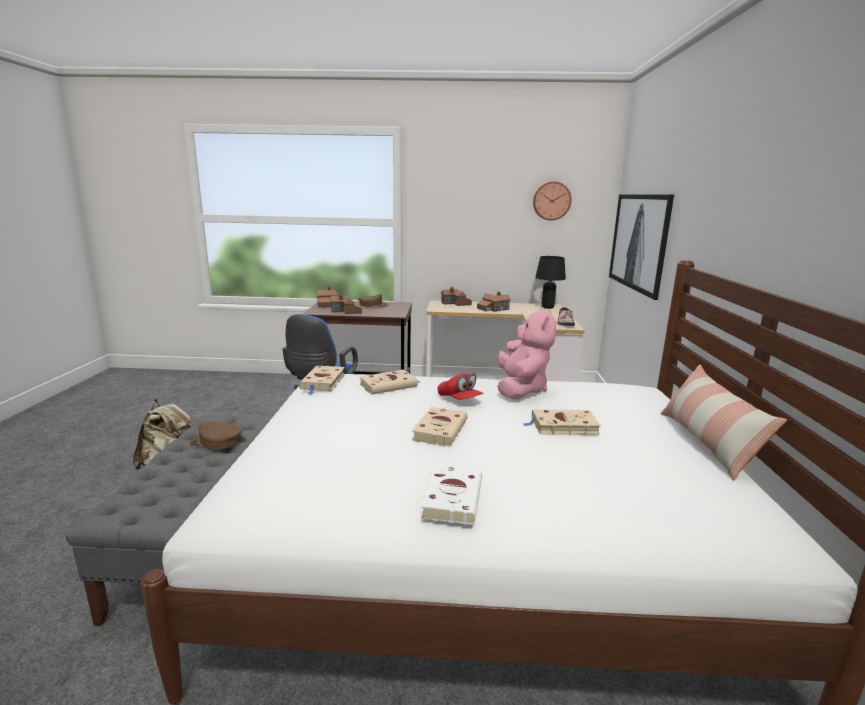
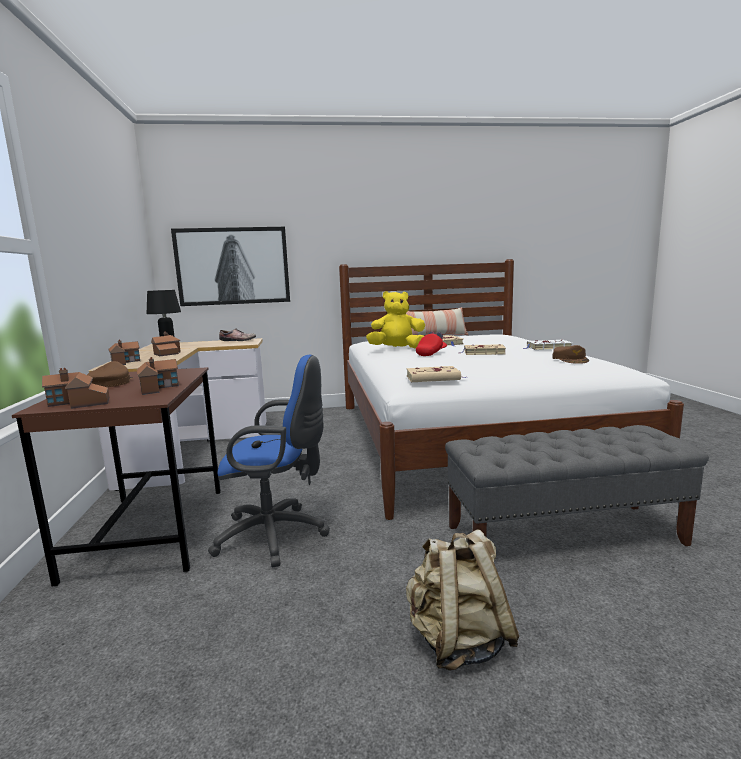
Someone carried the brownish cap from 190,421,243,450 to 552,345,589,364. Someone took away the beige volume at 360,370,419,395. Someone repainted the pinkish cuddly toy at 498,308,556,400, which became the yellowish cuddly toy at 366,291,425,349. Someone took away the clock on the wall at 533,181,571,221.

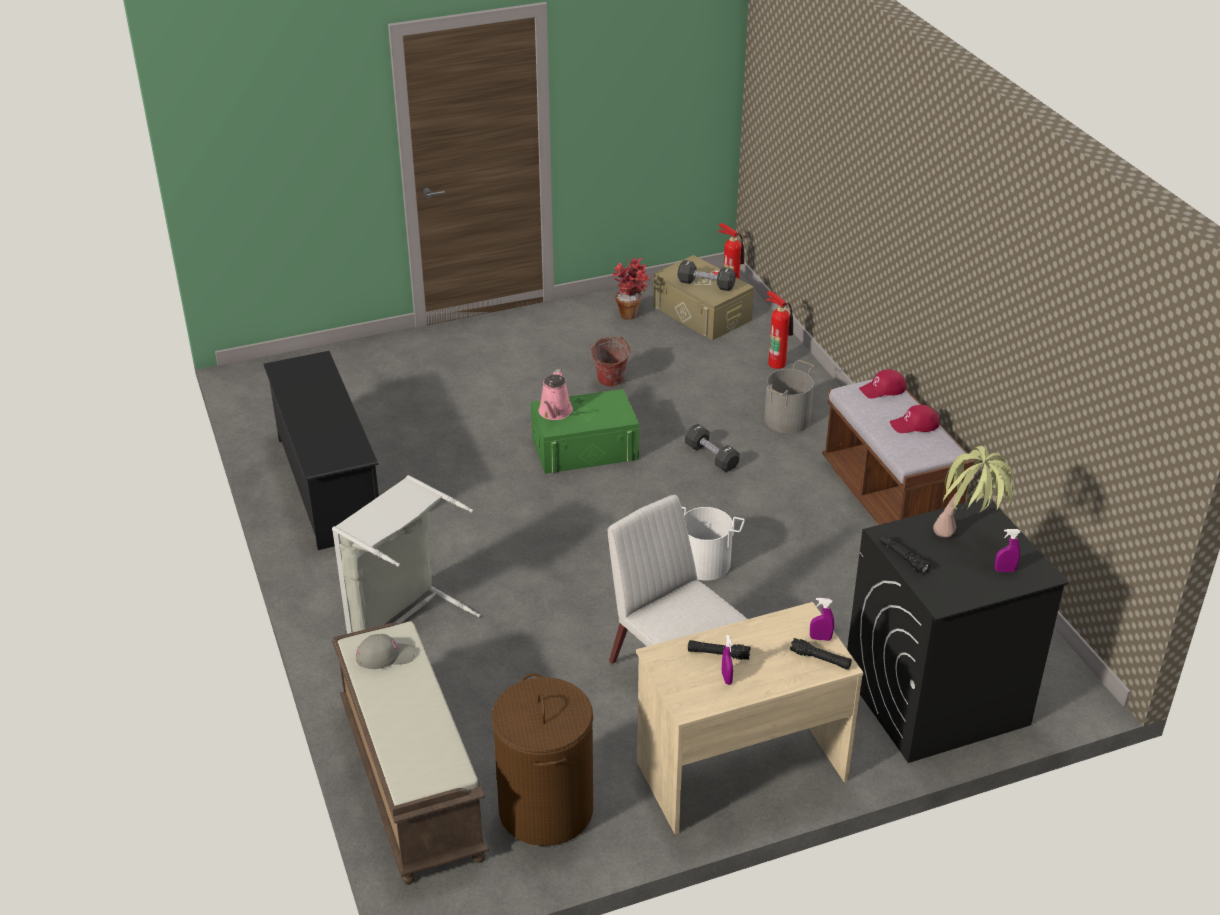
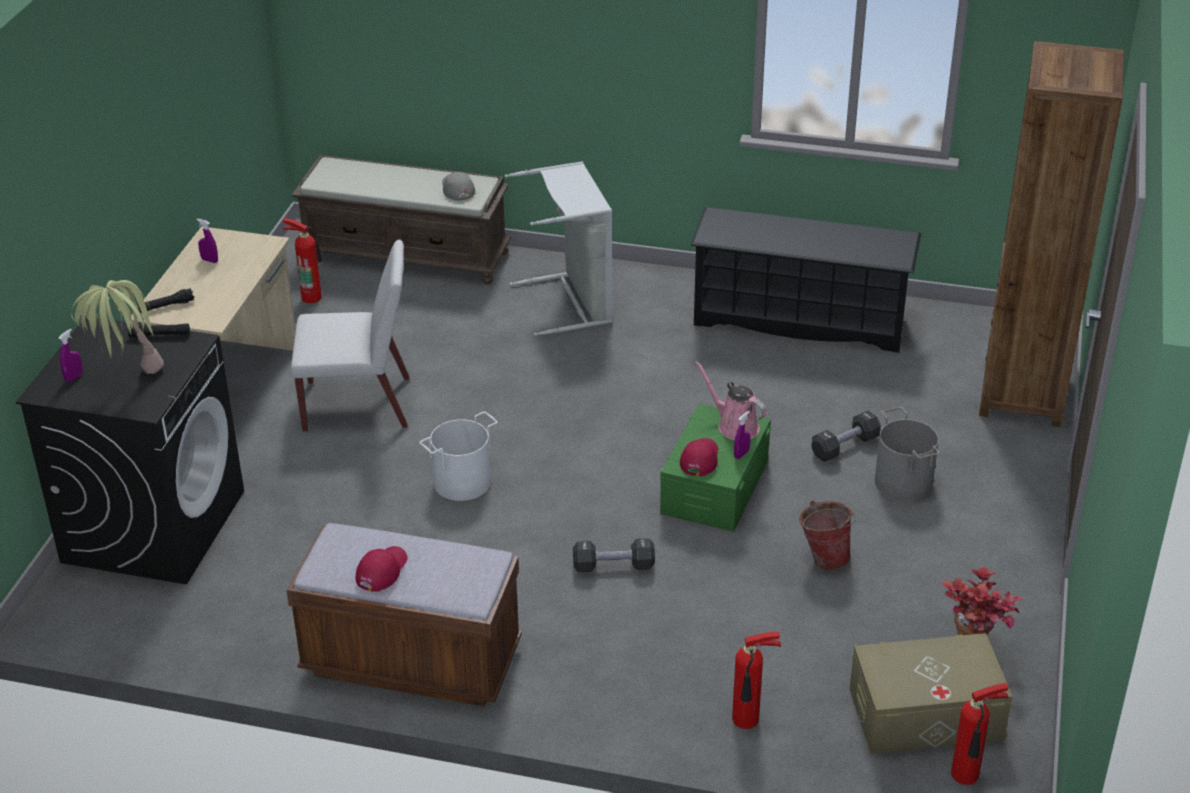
Someone rotated the gray cap at 356,634,416,669 by 135 degrees clockwise. Someone swapped the brownish washing basket at 492,673,593,846 for the extinguisher at 283,218,322,303. Someone carried the blackish free weight from 678,260,736,291 to 811,411,881,462. Someone took away the blackish hand torch at 688,640,751,660. Someone carried the gray water bucket from 764,360,814,433 to 875,407,939,501. Someone carried the purplish sprayer from 810,598,834,641 to 734,411,750,459. Someone carried the reddish cap from 859,369,907,398 to 680,438,718,476. Someone put down the brownish shelving unit at 979,41,1124,427.

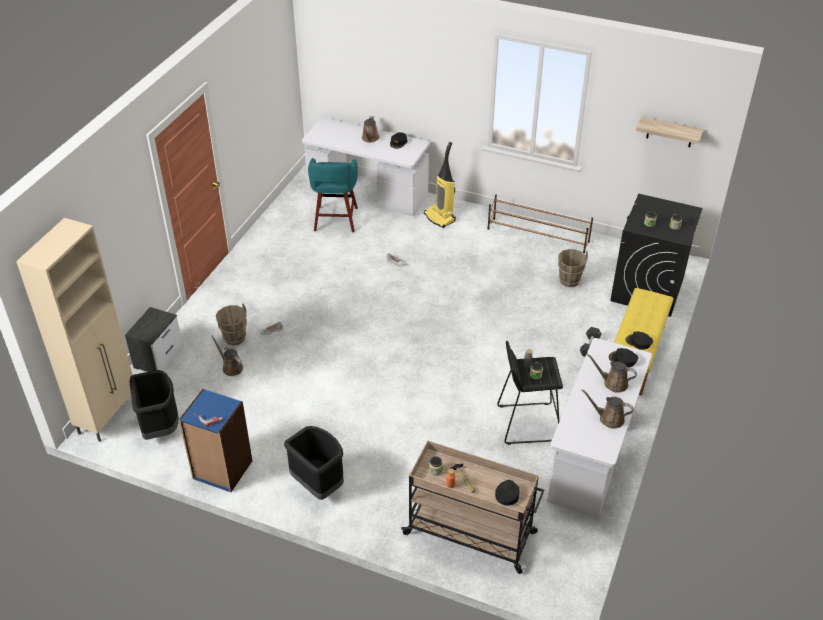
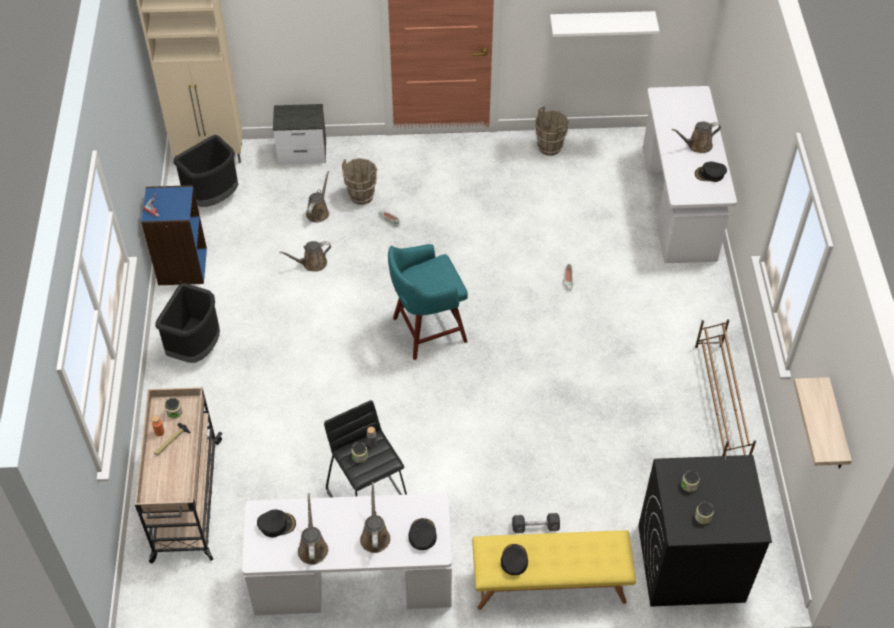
Someone carried the turquoise stool seat from 308,158,358,232 to 388,244,468,360. Someone took away the vacuum at 424,142,456,228. Someone carried the blackish cap from 495,480,520,505 to 257,509,296,538. Someone carried the brownish water bucket from 558,249,588,287 to 535,106,569,156. Someone put down the brownish watering can at 279,241,331,272. Someone put up the white-coloured bracket shelf at 550,11,659,37.

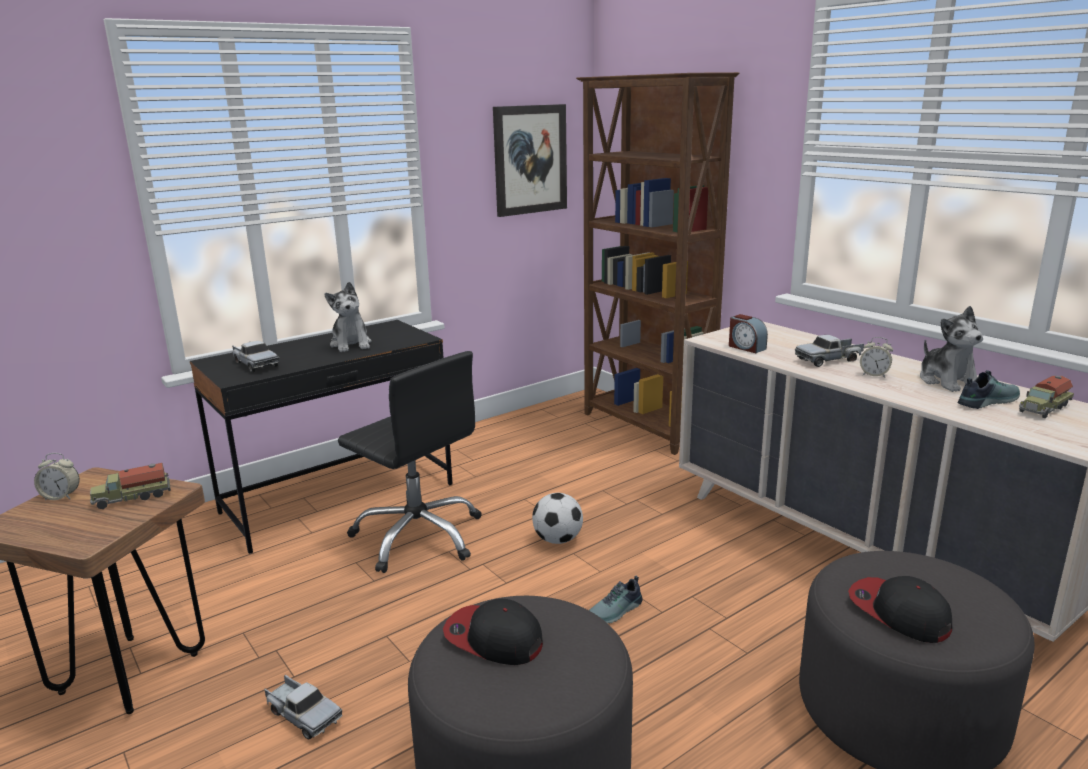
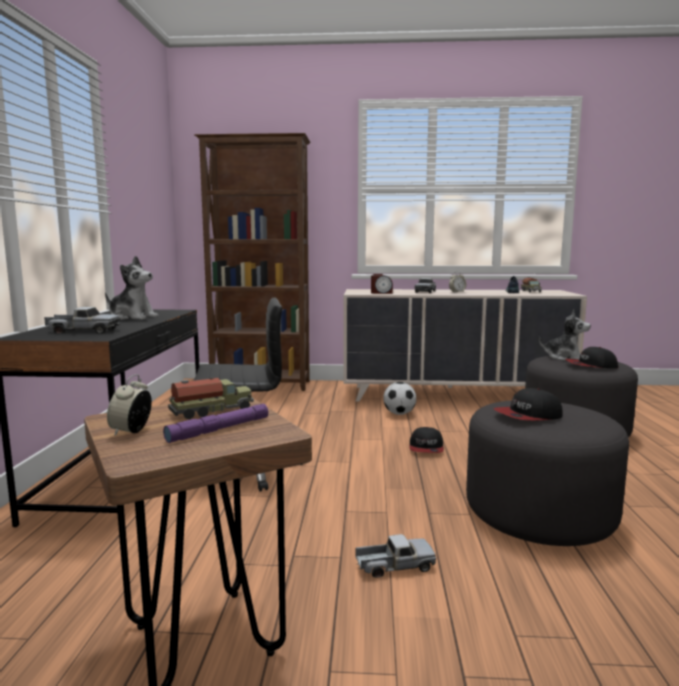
Someone rotated the table clock at 34,453,79,500 by 150 degrees clockwise. Someone rotated the toy truck at 90,463,171,509 by 135 degrees counterclockwise. Someone took away the wall art at 493,104,567,217. Someone carried the ball for football from 532,493,583,544 to 384,382,416,415. Someone swapped the shoe at 589,576,643,623 for the cap at 409,427,444,453. Someone carried the cuddly toy from 920,306,983,392 to 539,310,591,361. Someone put down the purplish hand torch at 163,404,268,443.

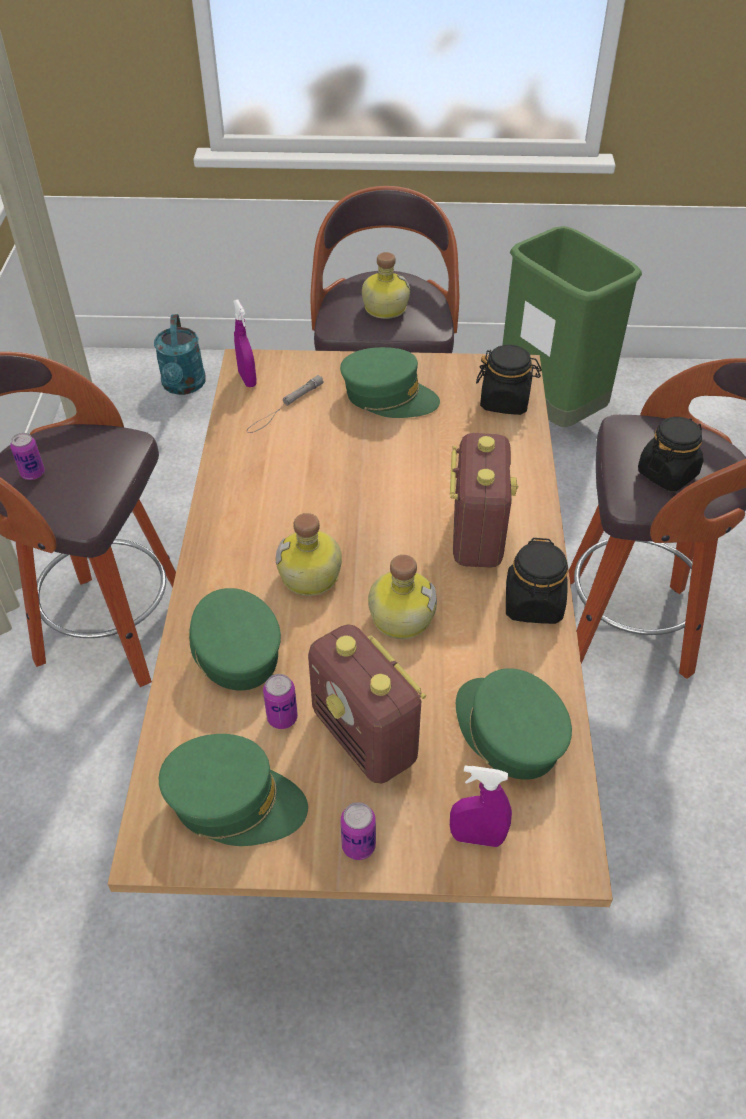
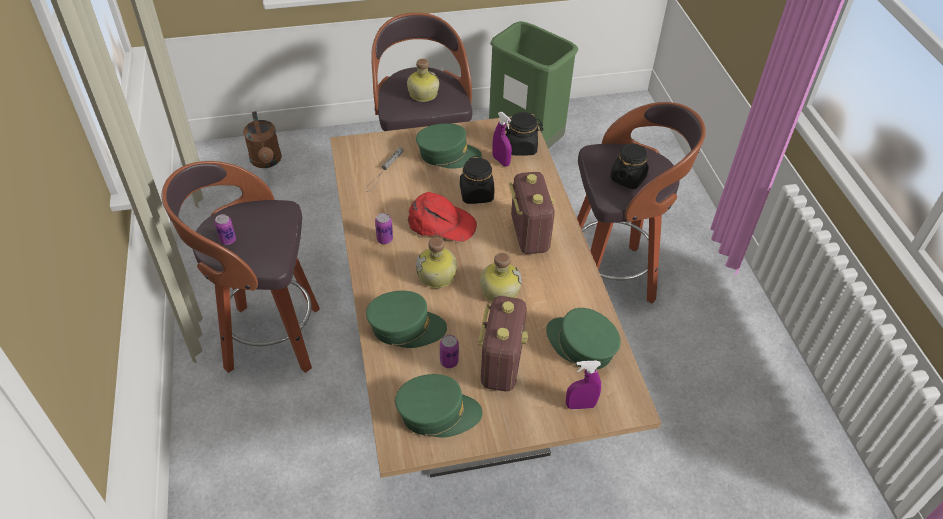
Someone repainted the turquoise watering can at 154,314,206,395, which became the brownish watering can at 243,111,282,168. Someone rotated the green-coloured cap at 189,588,281,690 by 135 degrees clockwise. Someone carried the purplish sprayer from 233,300,257,387 to 492,112,512,166. Someone rotated the radio receiver at 308,625,426,784 by 120 degrees counterclockwise. Someone carried the can from 341,802,376,860 to 375,213,393,244. Someone carried the blackish preserve jar from 506,538,568,624 to 460,156,494,204. Someone put down the reddish cap at 408,192,477,242.

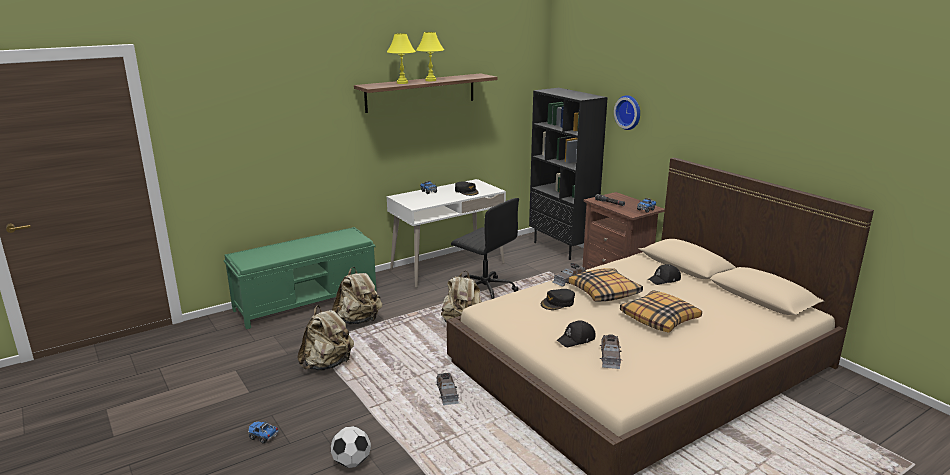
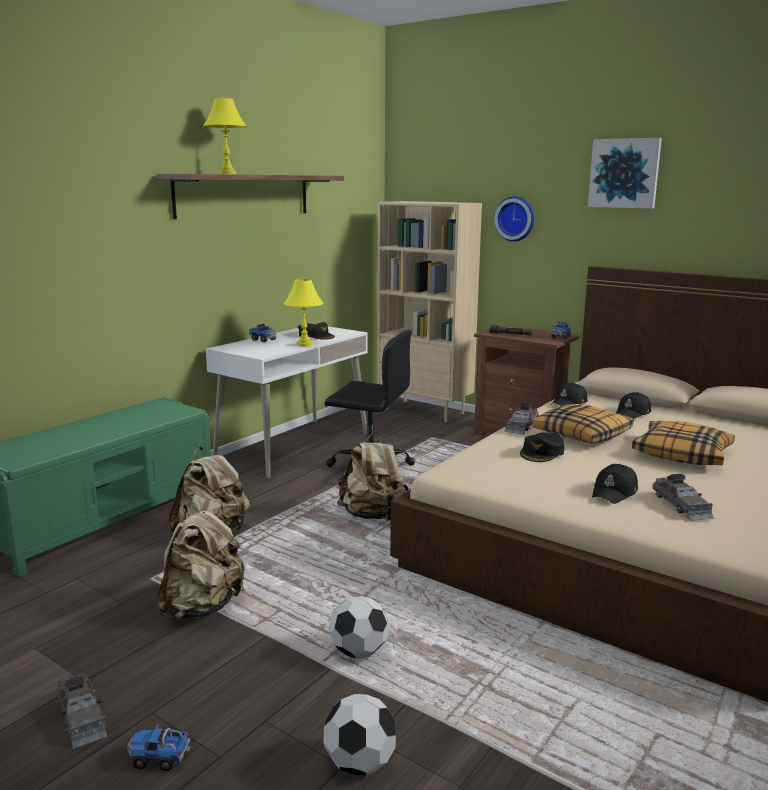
Someone carried the yellowish tabletop lamp from 416,32,444,81 to 284,279,324,347. Someone carried the gray toy car from 435,373,459,405 to 55,673,107,749. Someone repainted the blackish shelving unit at 529,88,608,260, which became the beige shelving unit at 377,201,482,422. Someone put down the ball for football at 329,596,390,659. Someone put down the blackish cap at 551,383,587,406. Someone put up the wall art at 588,138,662,209.

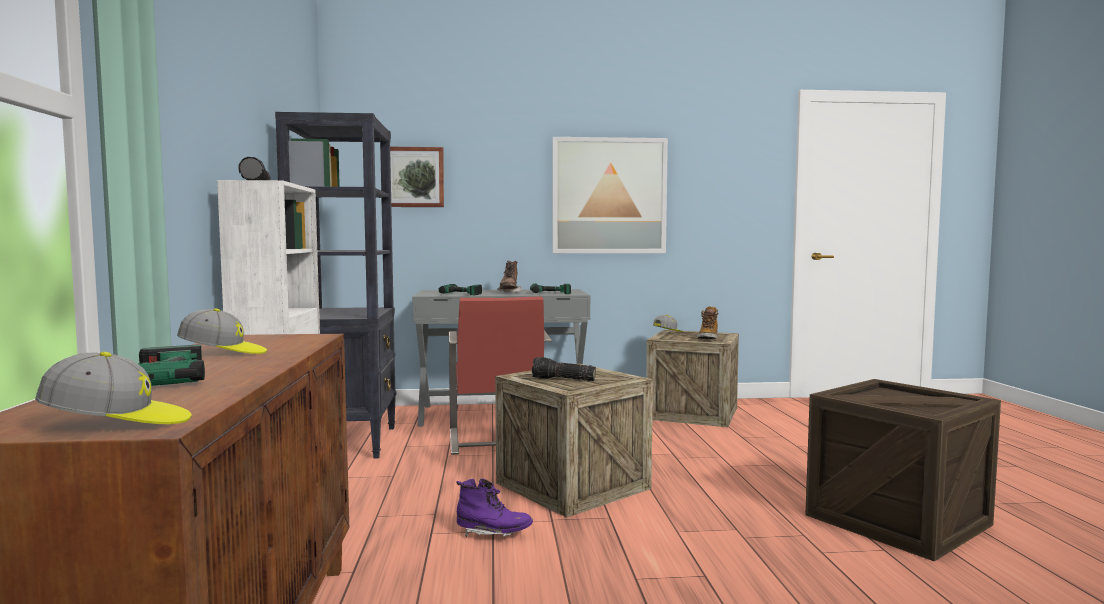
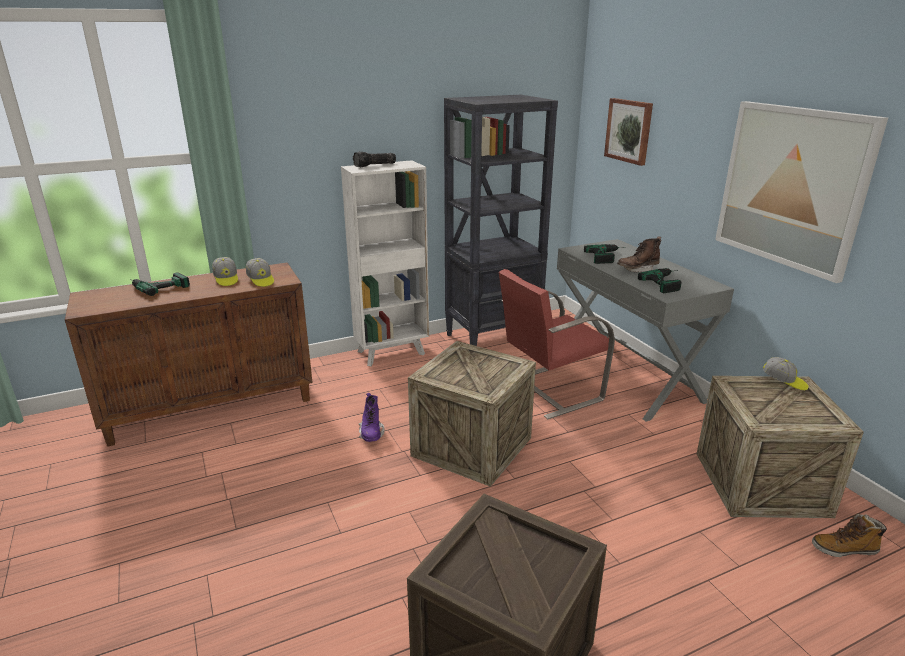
Someone carried the cap from 35,352,192,424 to 246,258,274,287. Someone took away the hand torch at 532,357,596,381. Someone carried the boot from 697,306,718,339 to 812,514,887,557.

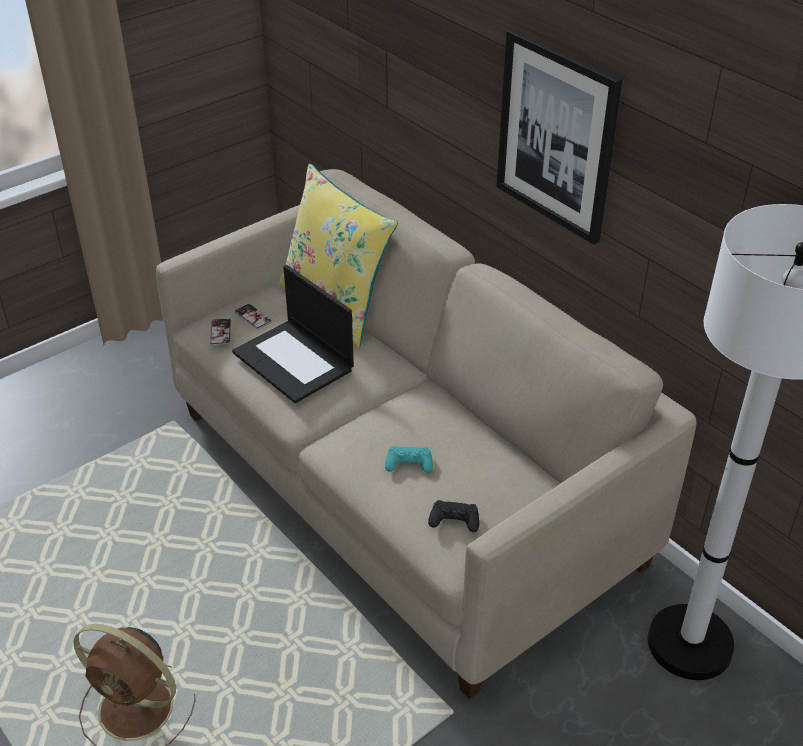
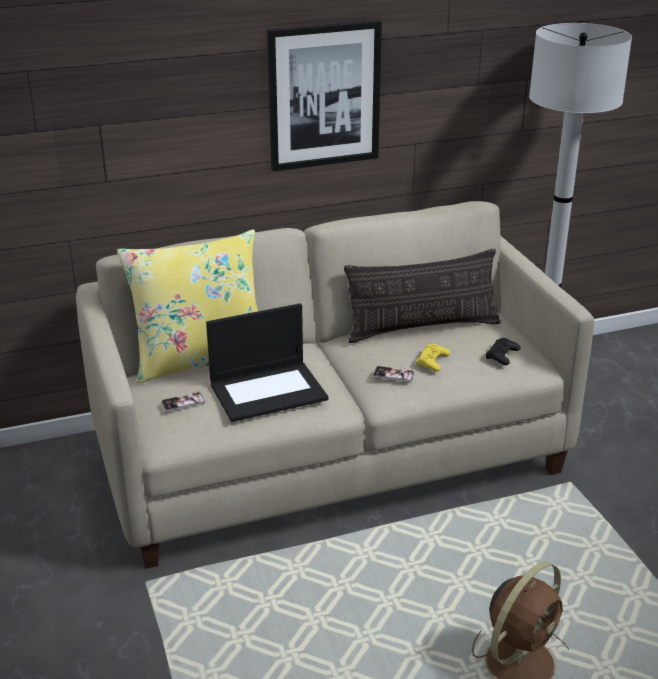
Someone carried the phone from 210,319,231,345 to 373,366,415,382. Someone repainted the turquoise game controller at 385,446,433,473, which became the yellowish game controller at 416,344,450,372. Someone put down the throw pillow at 344,248,501,343.

